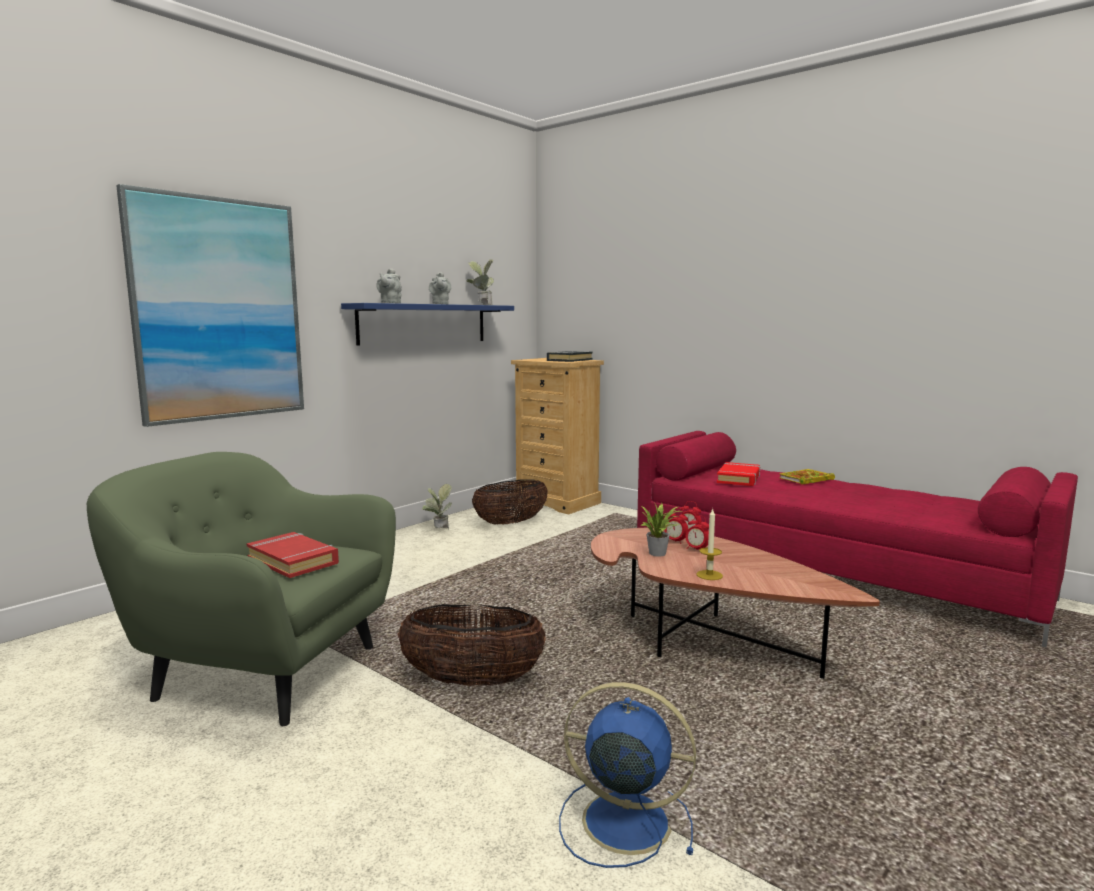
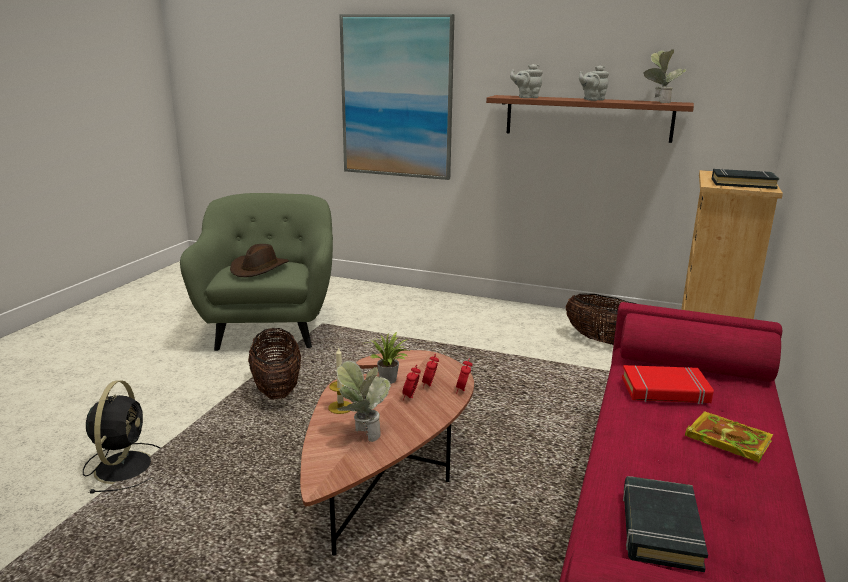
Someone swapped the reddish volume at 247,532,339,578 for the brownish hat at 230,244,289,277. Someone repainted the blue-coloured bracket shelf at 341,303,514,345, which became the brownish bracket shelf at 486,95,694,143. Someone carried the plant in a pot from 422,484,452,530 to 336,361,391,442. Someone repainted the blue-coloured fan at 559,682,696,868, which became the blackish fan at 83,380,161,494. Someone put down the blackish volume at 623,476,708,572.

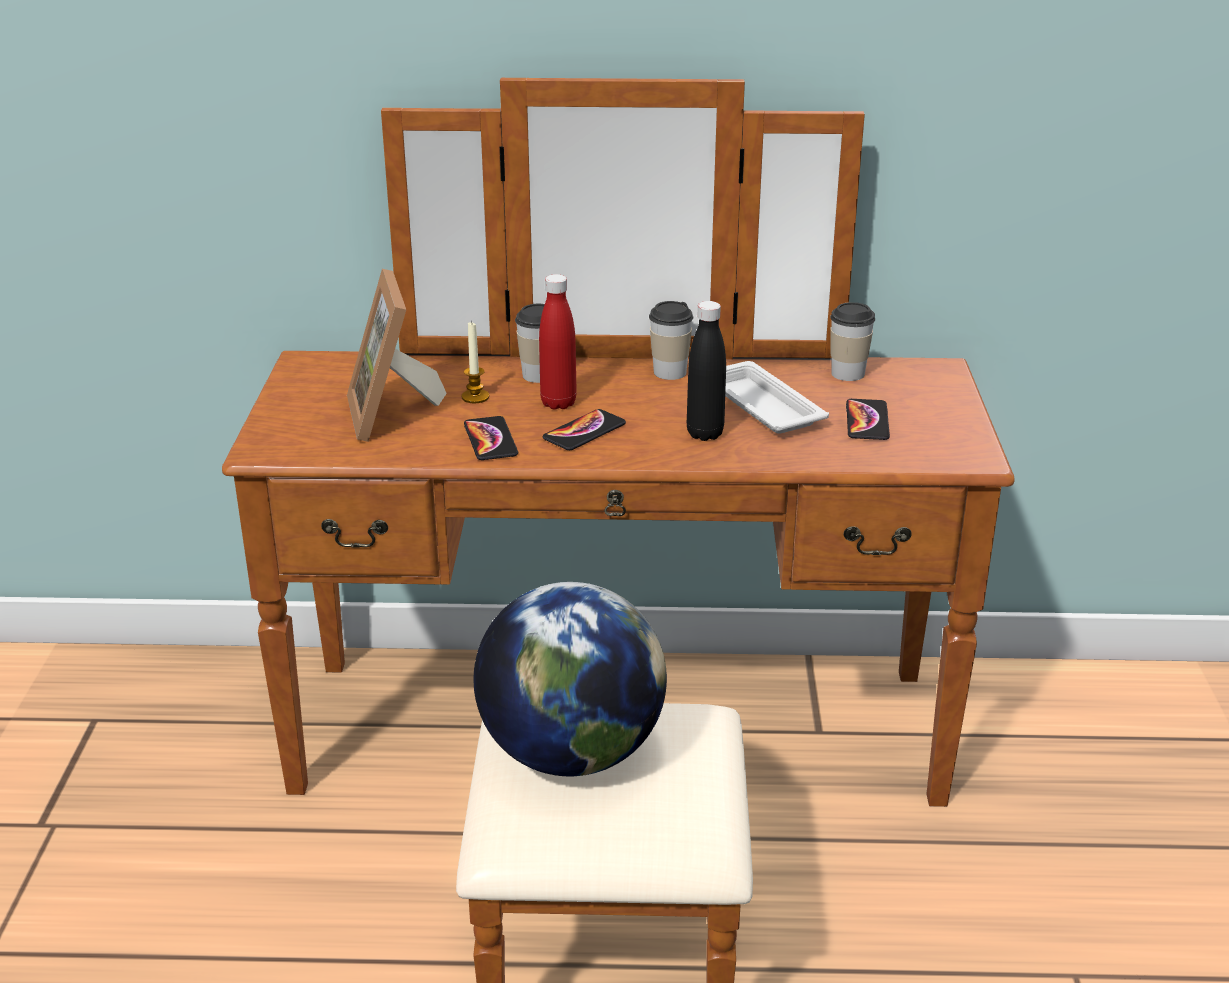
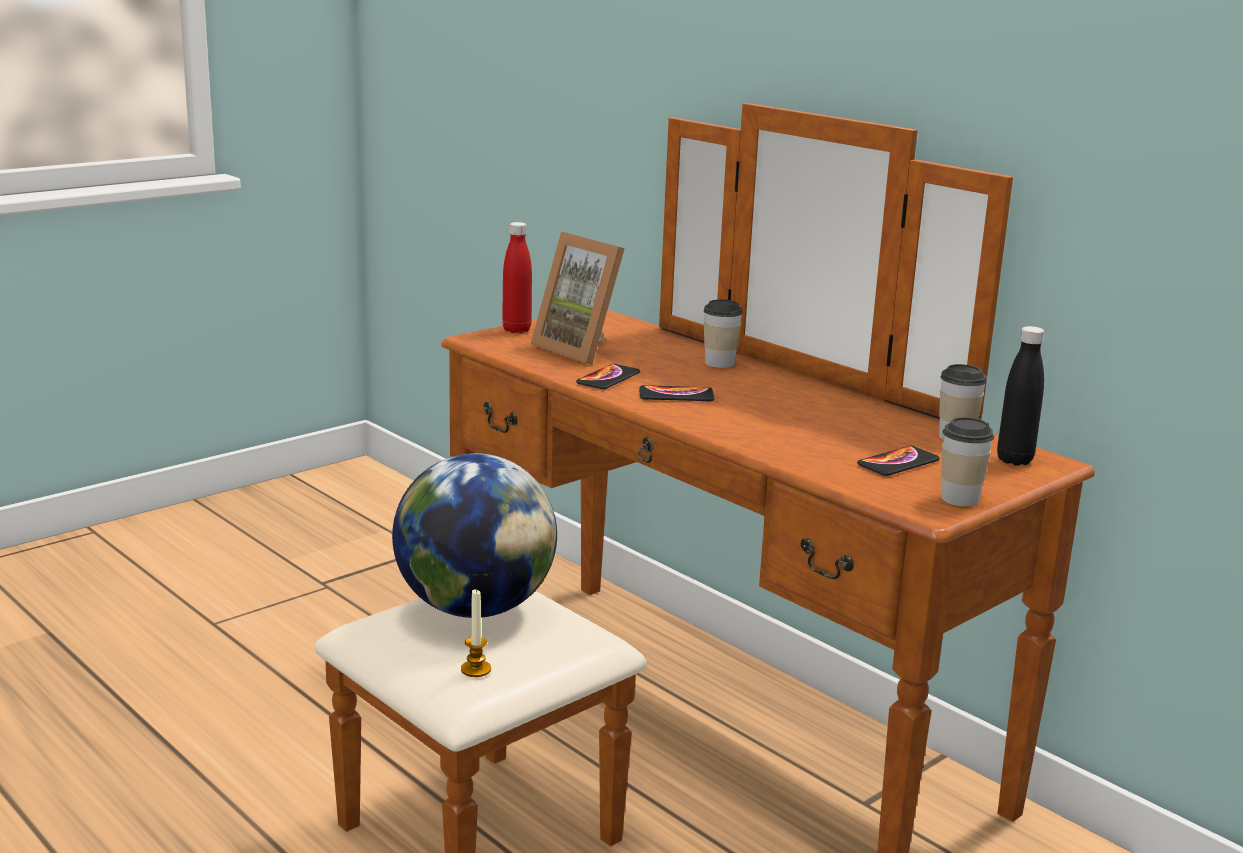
Someone rotated the picture frame at 347,269,447,442 by 75 degrees counterclockwise. Someone carried the candle from 461,321,489,403 to 461,589,491,677. Someone carried the reddish drink bottle from 539,274,577,410 to 502,222,532,333. Someone carried the cup from 649,301,693,380 to 941,417,994,506. Someone carried the blackish drink bottle from 687,301,726,441 to 997,326,1044,466. Someone took away the white-coloured carrying tray at 725,361,829,434.

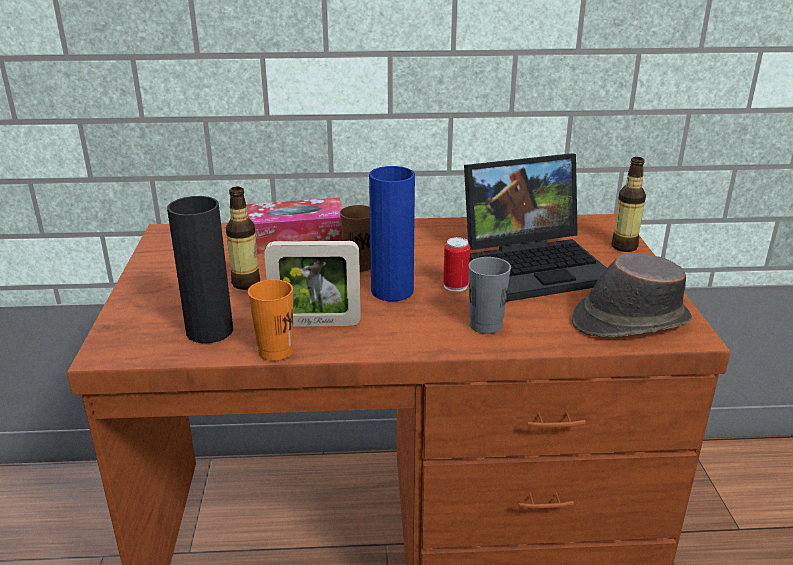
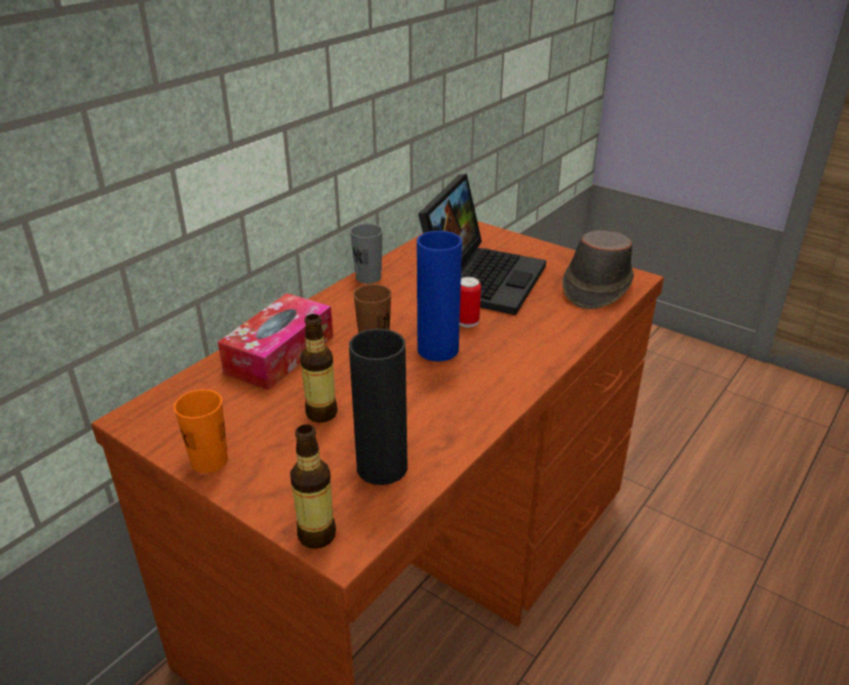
Someone carried the orangey cup from 248,279,293,361 to 174,389,228,473. Someone took away the picture frame at 264,241,361,327. Someone carried the gray cup from 468,257,511,334 to 350,224,383,284. Someone carried the drink bottle from 611,157,646,252 to 290,424,336,549.

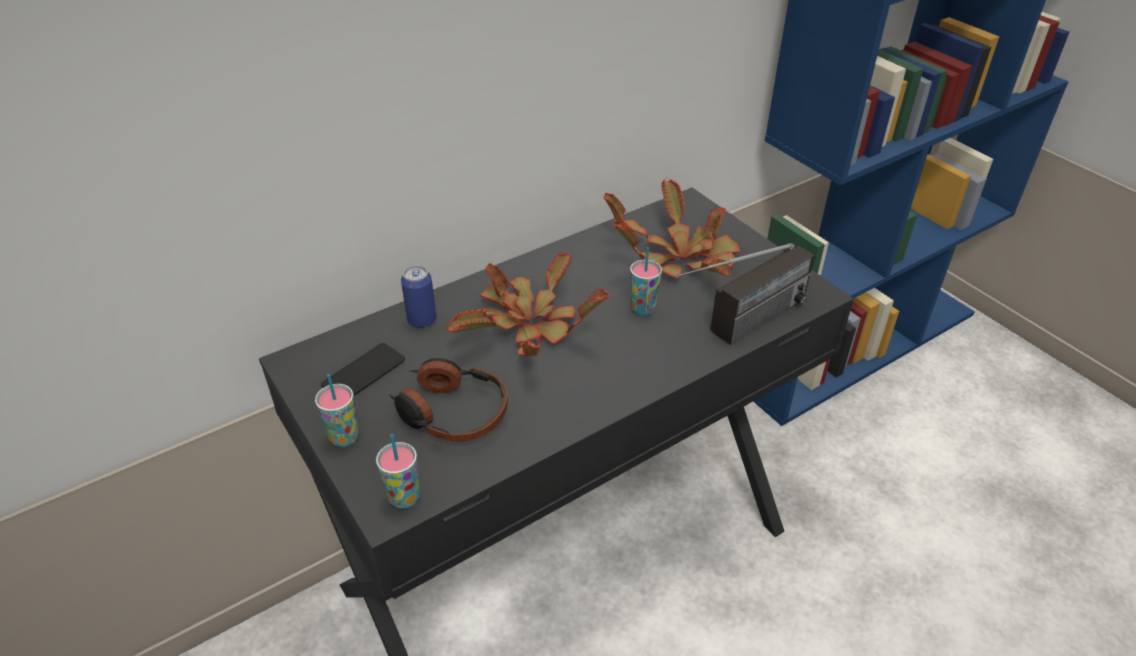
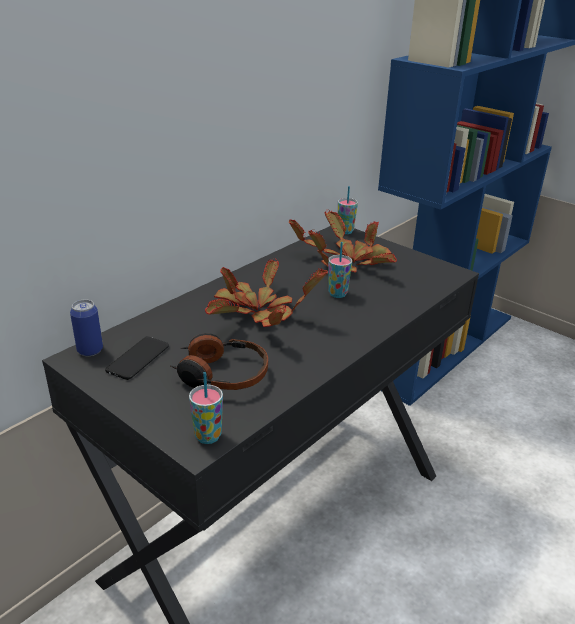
Someone carried the cup from 315,374,359,447 to 338,186,358,234. Someone carried the can from 401,265,437,328 to 70,299,103,356. Someone took away the radio receiver at 676,243,815,345.

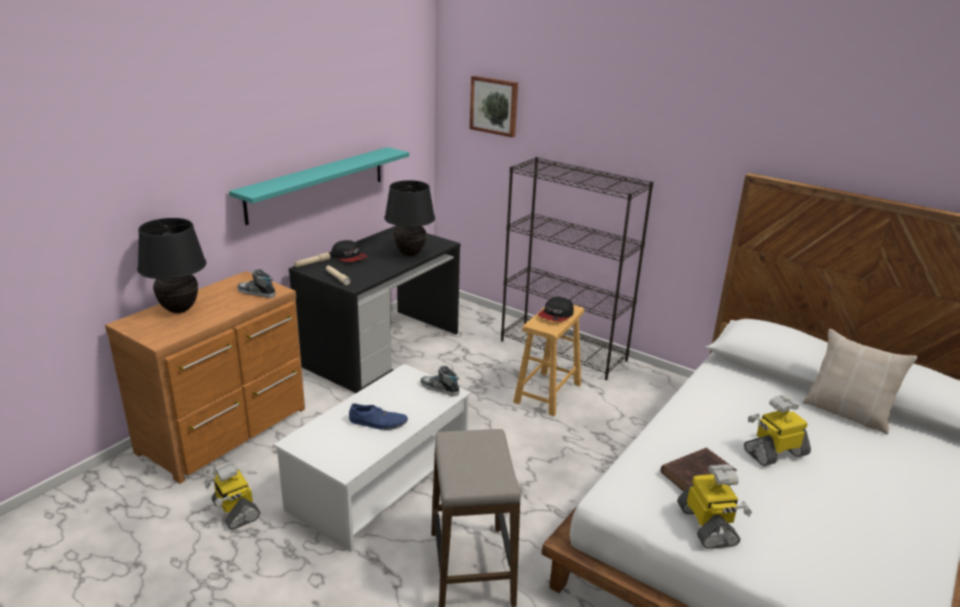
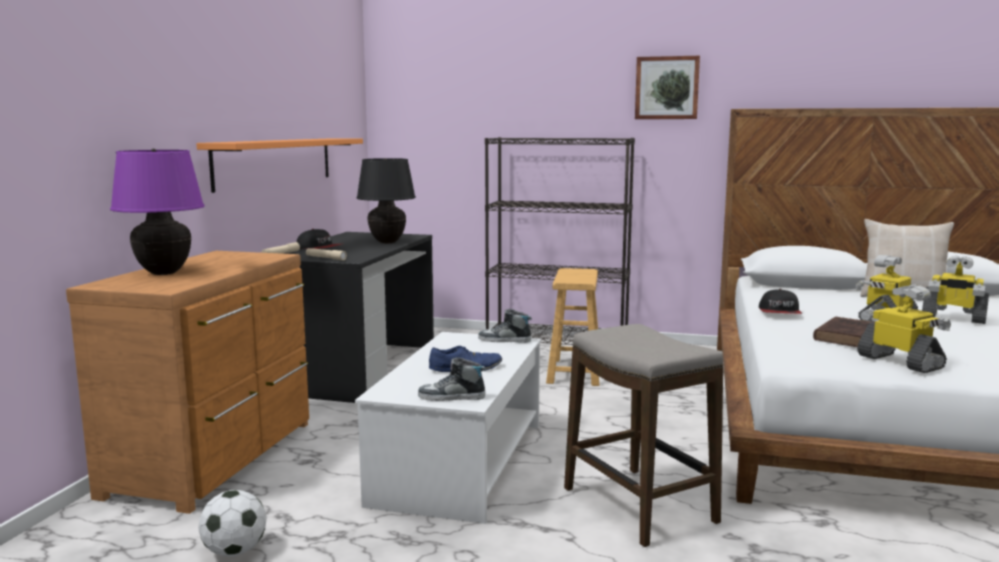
Someone repainted the blackish tabletop lamp at 137,218,206,313, which became the purplish tabletop lamp at 110,149,204,275. Someone carried the toy robot from 203,462,260,530 to 922,256,989,324. Someone repainted the turquoise bracket shelf at 229,147,409,225, which became the orangey bracket shelf at 196,138,363,193. Someone carried the shoe from 237,269,276,298 to 418,357,486,401. Someone carried the wall art from 470,76,518,138 to 635,56,700,119. Someone carried the cap from 538,297,574,322 to 759,289,802,314. Someone put down the ball for football at 198,490,267,557.

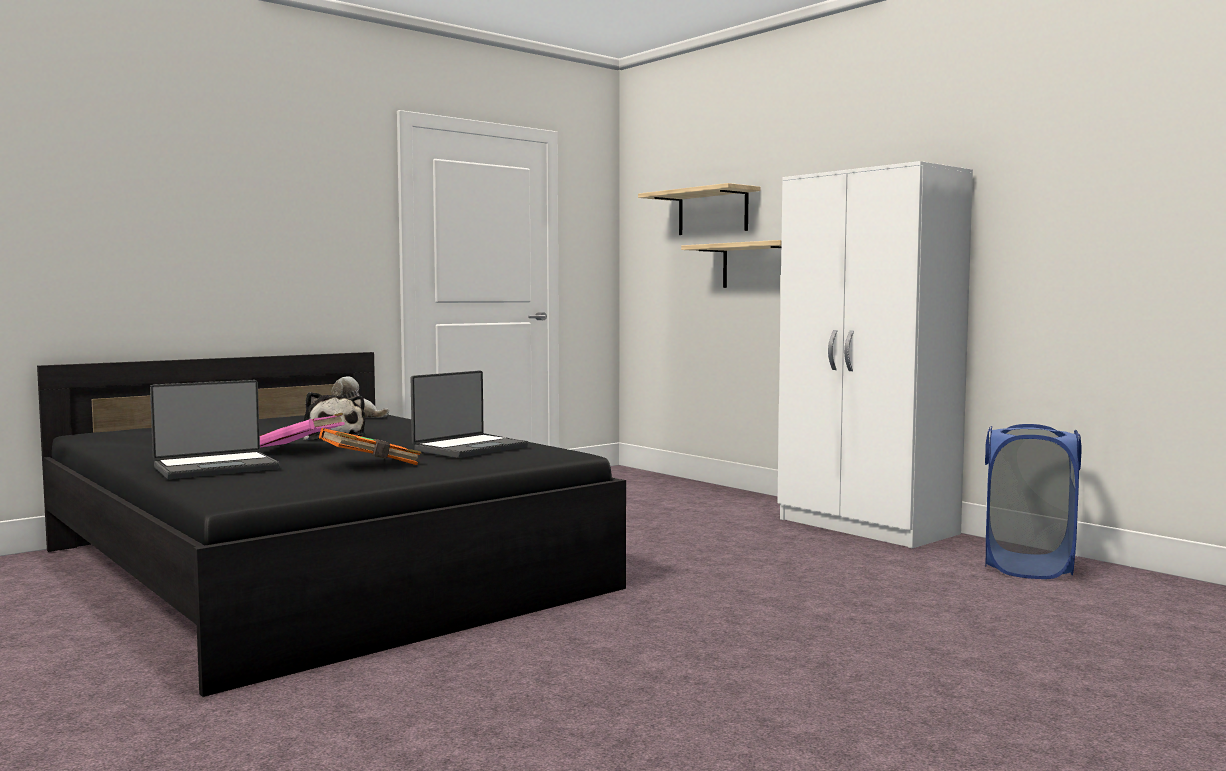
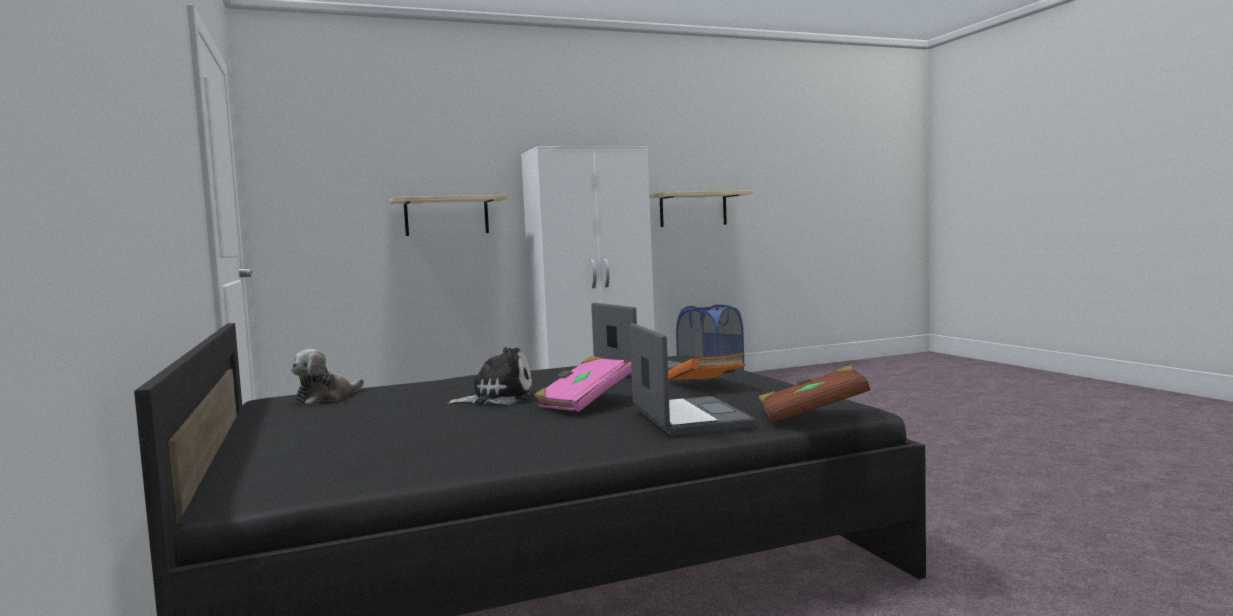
Someone carried the bracket shelf from 638,183,760,235 to 649,190,753,227. Someone put down the brownish volume at 759,365,870,423.

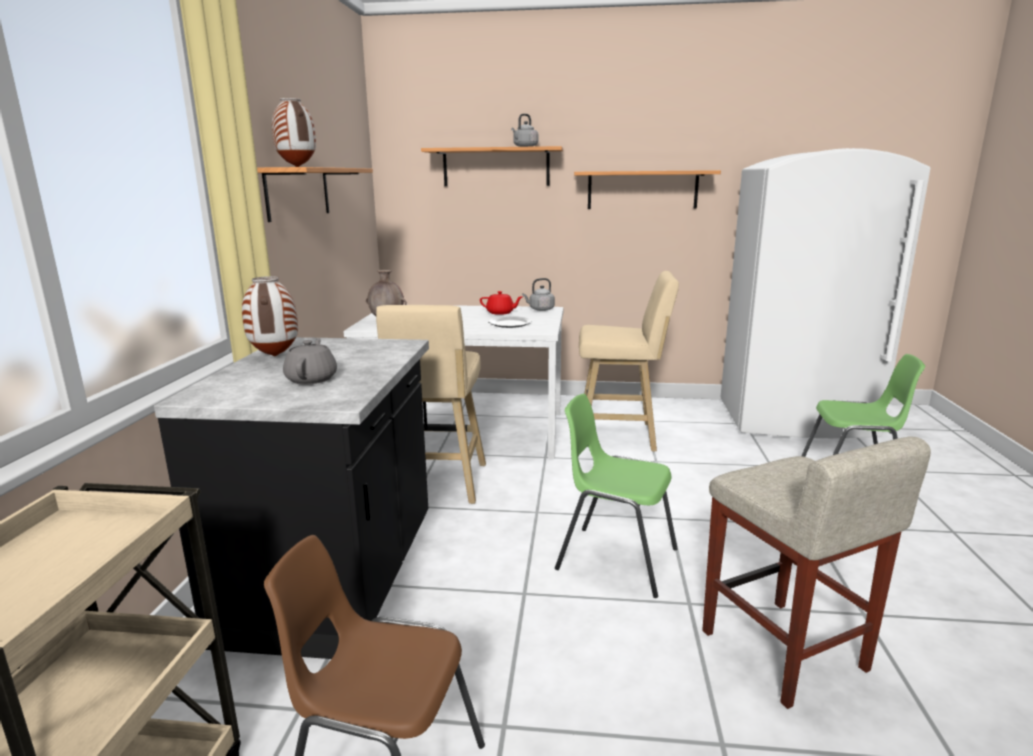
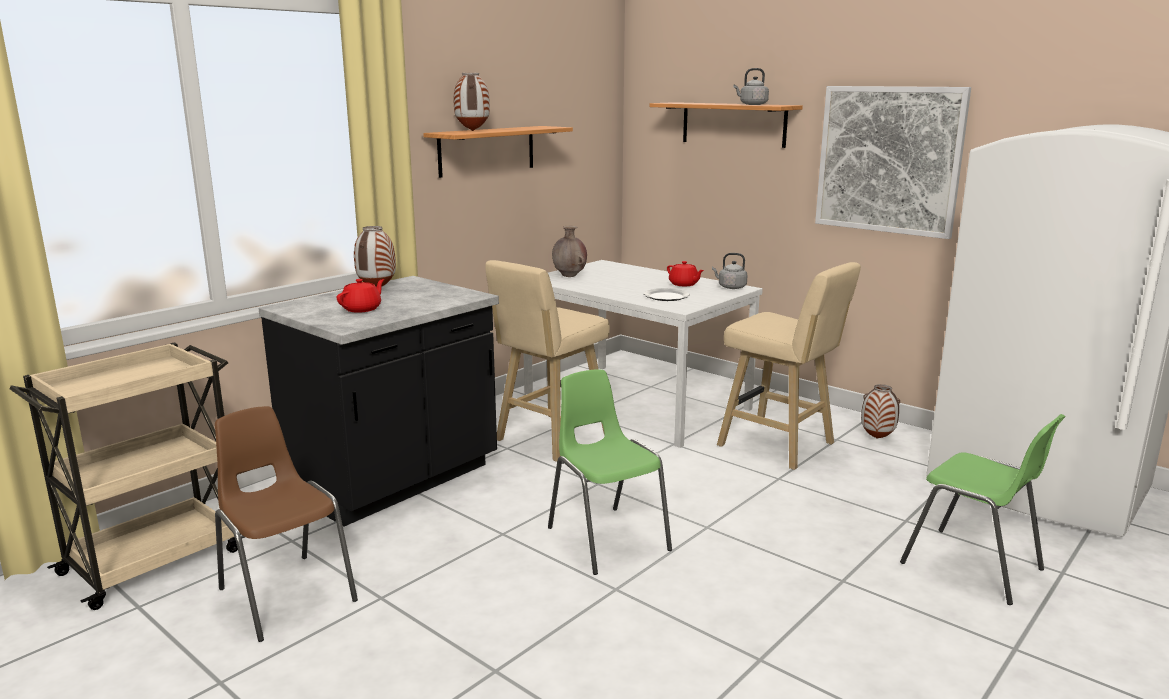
Someone repainted the gray tea pot at 283,338,337,385, which became the reddish tea pot at 337,279,385,313. Someone swapped the bracket shelf at 574,170,721,209 for the wall art at 815,86,971,239. Someone took away the beige stool seat at 702,436,931,709. Someone put down the decorative vase at 861,384,900,439.

